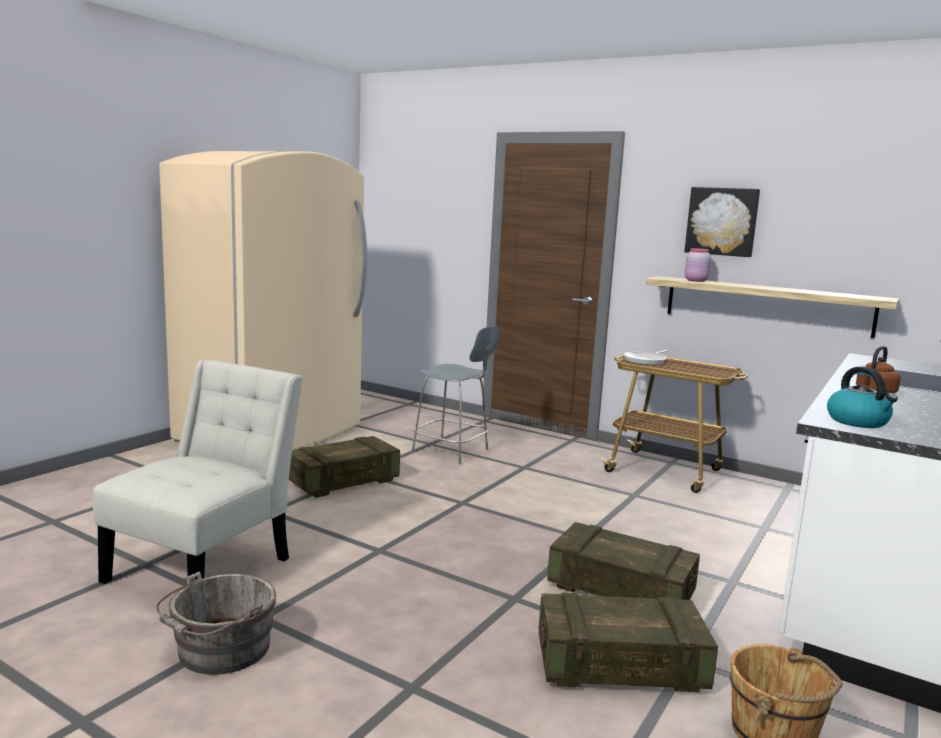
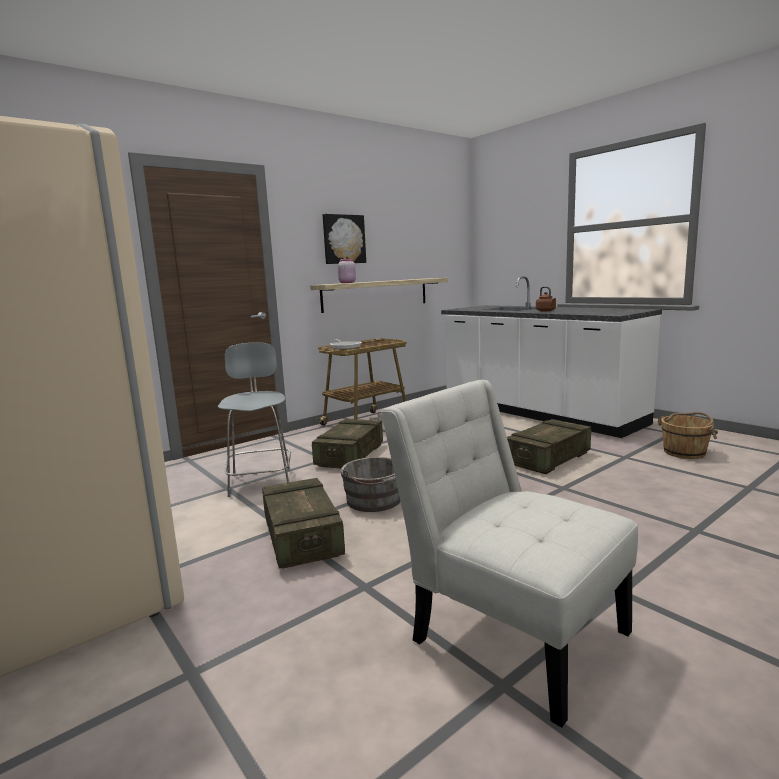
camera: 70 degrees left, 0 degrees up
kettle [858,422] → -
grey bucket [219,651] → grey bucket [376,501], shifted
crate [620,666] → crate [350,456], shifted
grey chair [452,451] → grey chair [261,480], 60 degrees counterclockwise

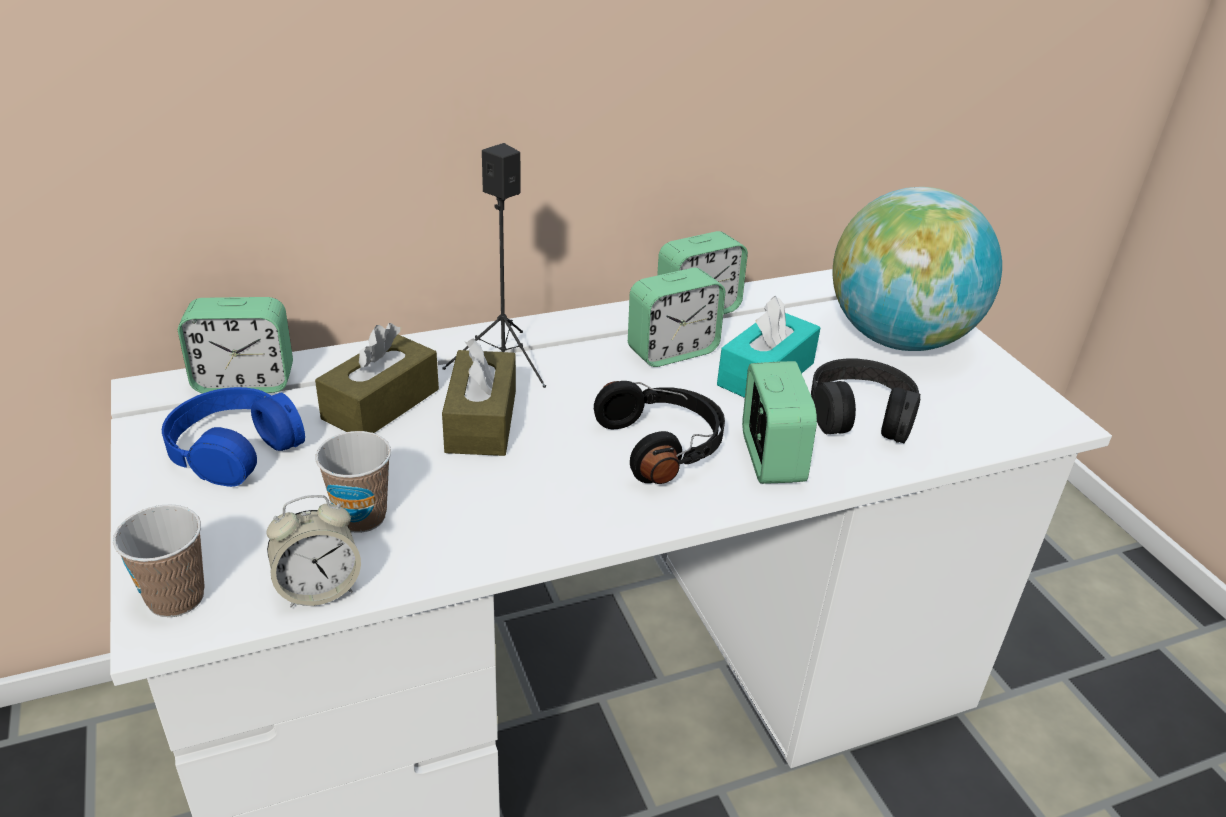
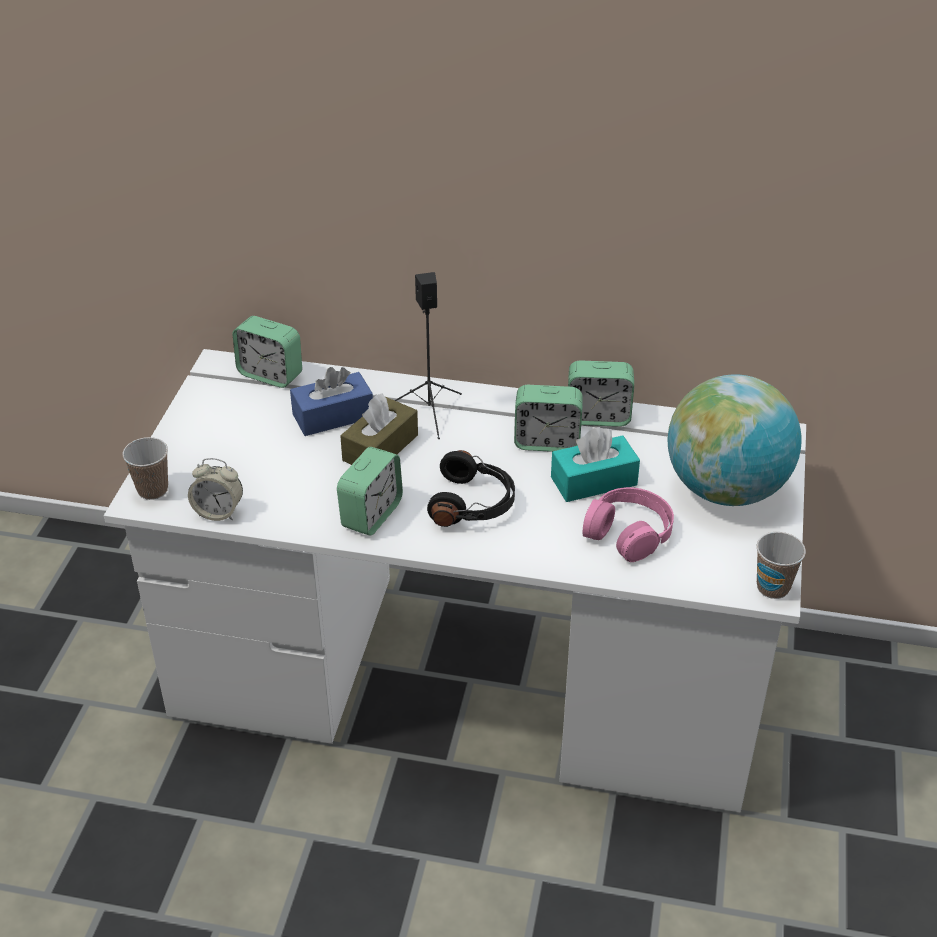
camera: 35 degrees right, 5 degrees up
blue headphones [234,448] → -
cup [361,517] → cup [773,587], shifted
alarm clock [770,458] → alarm clock [371,514], shifted
brown tissue box [381,404] → blue tissue box [333,416]
black headphones [861,413] → pink headphones [628,532]

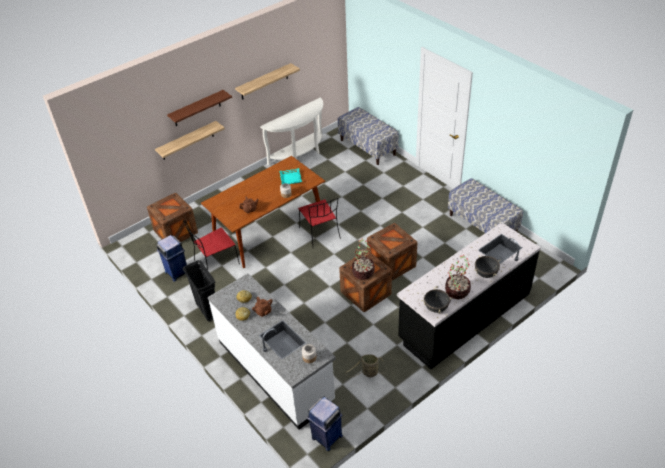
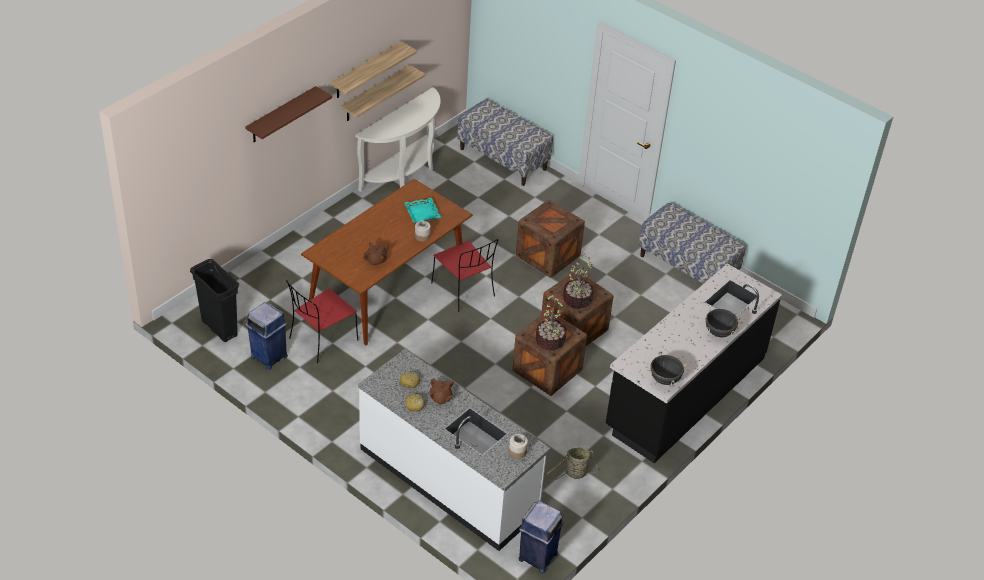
camera: 15 degrees left, 0 degrees up
crate [176,232] → crate [548,256], shifted
shelf [187,141] → shelf [375,94], shifted
black trash can [207,310] → black trash can [220,328], shifted
potted plant [457,291] → potted plant [577,299], shifted

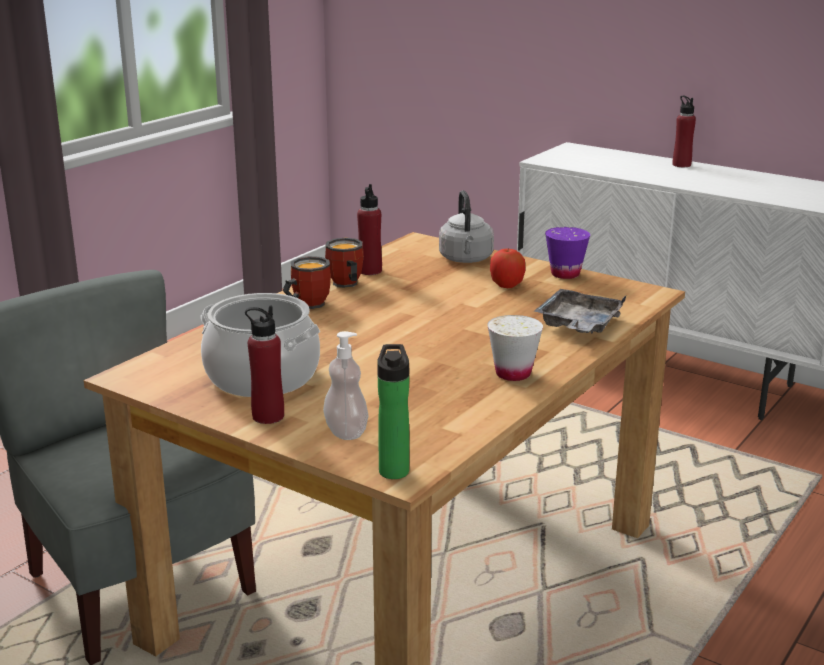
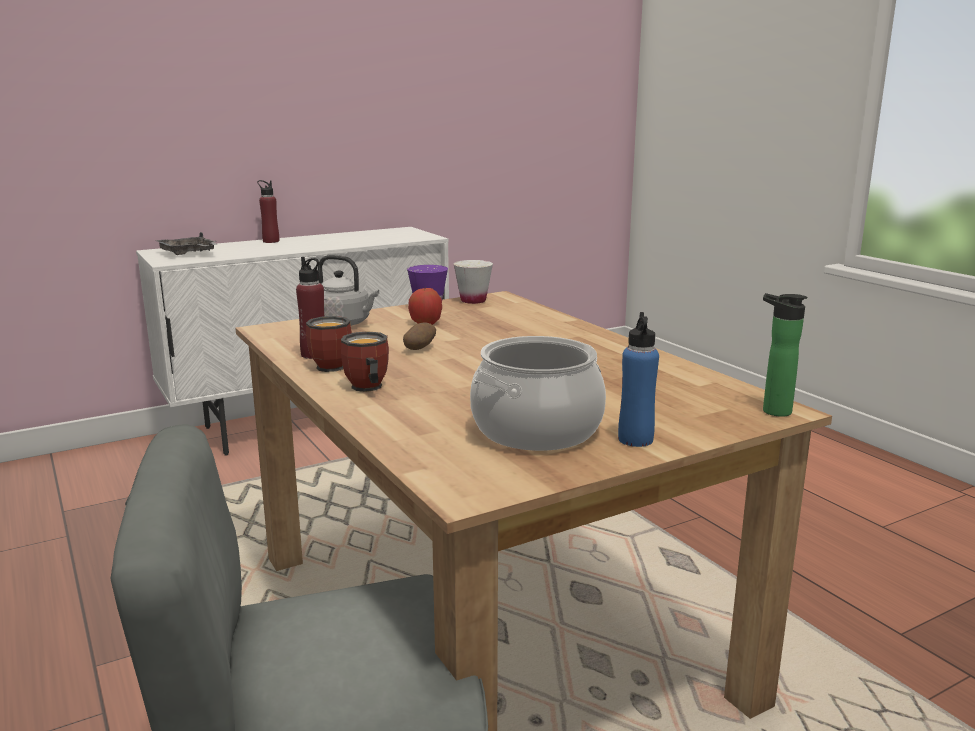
camera: 65 degrees left, 5 degrees down
soap dispenser [346,432] → -
- → potato [419,349]
white cup [513,374] → white cup [473,301], shifted
grey tray [578,325] → grey tray [188,253], shifted
red bottle [268,416] → blue bottle [635,439]

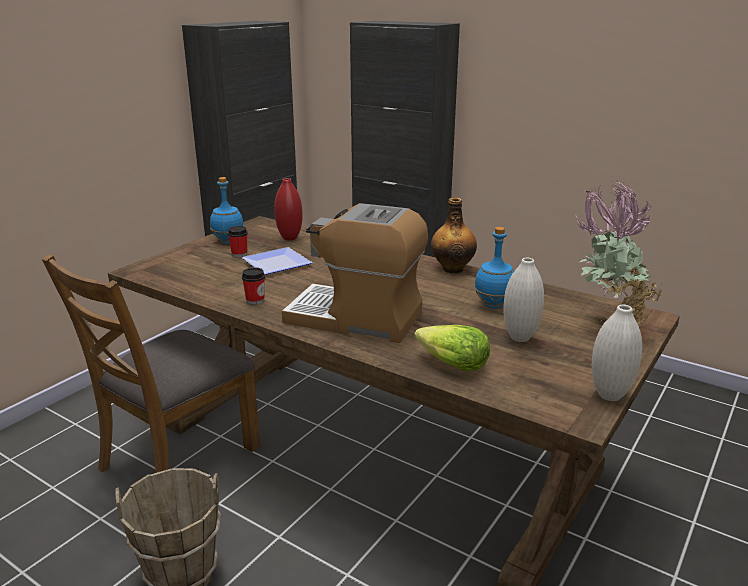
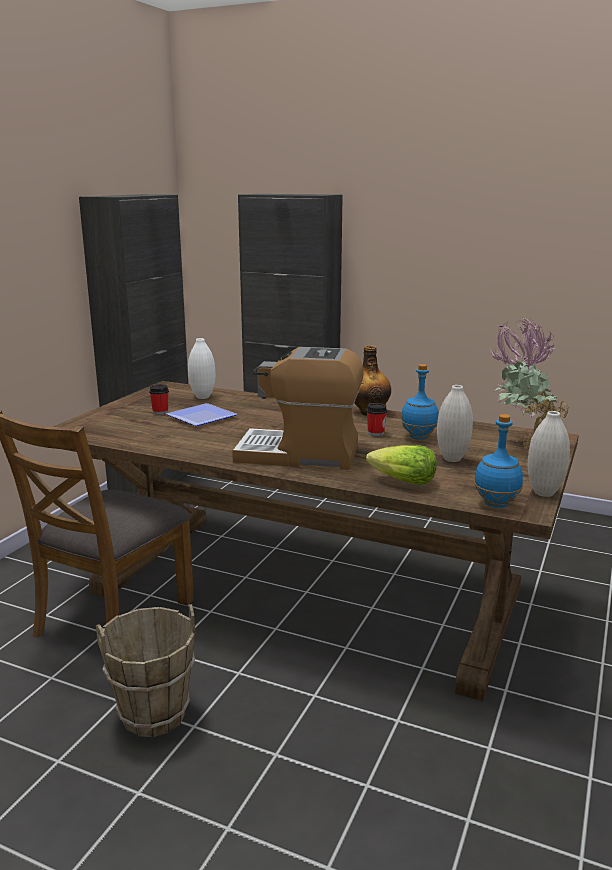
camera: 10 degrees left, 5 degrees down
blue bottle [228,241] → blue bottle [497,504], shifted
cup [255,301] → cup [376,433], shifted
red vase [289,238] → white vase [203,397]

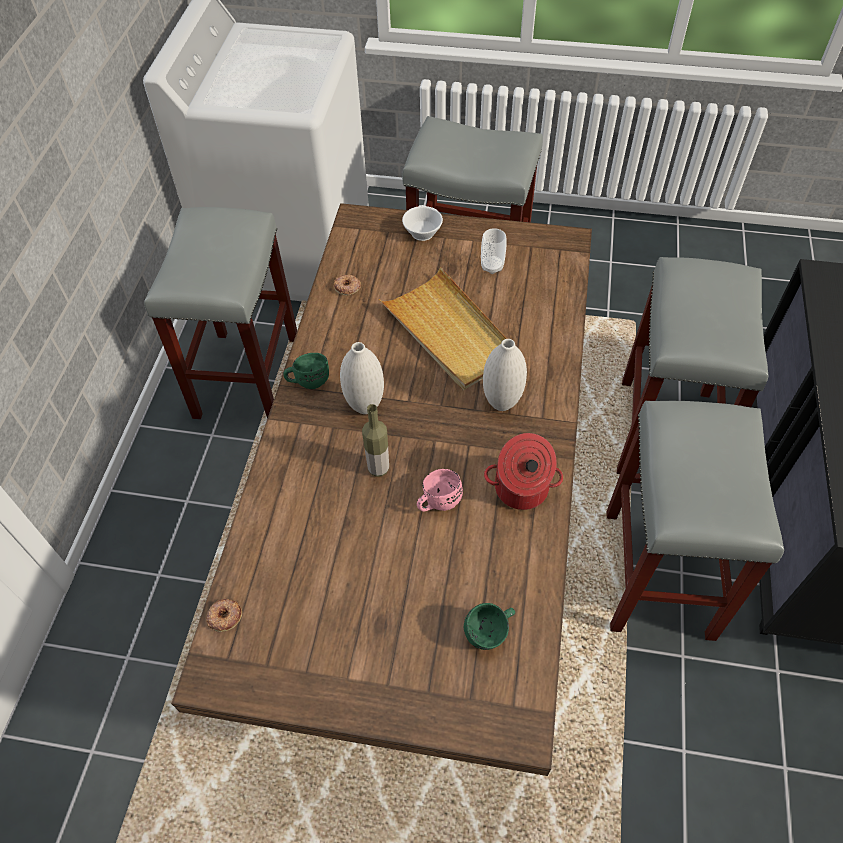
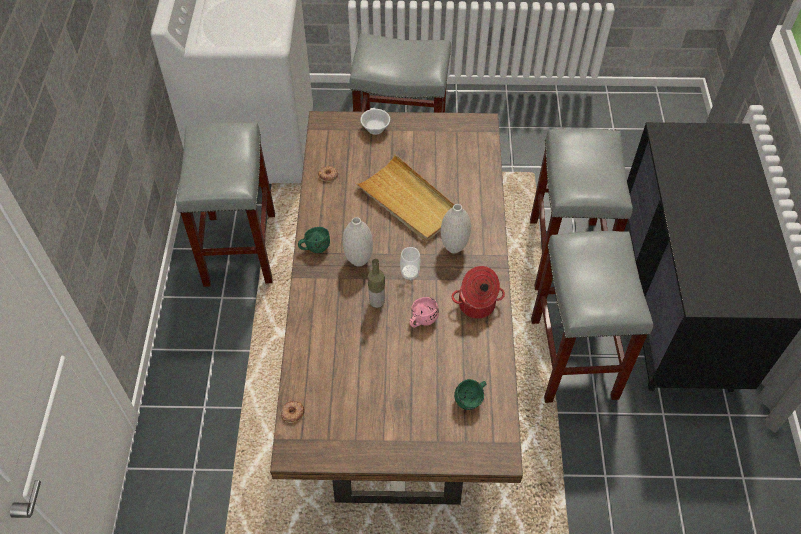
camera: 10 degrees left, 0 degrees up
cup [492,267] → cup [410,273], shifted

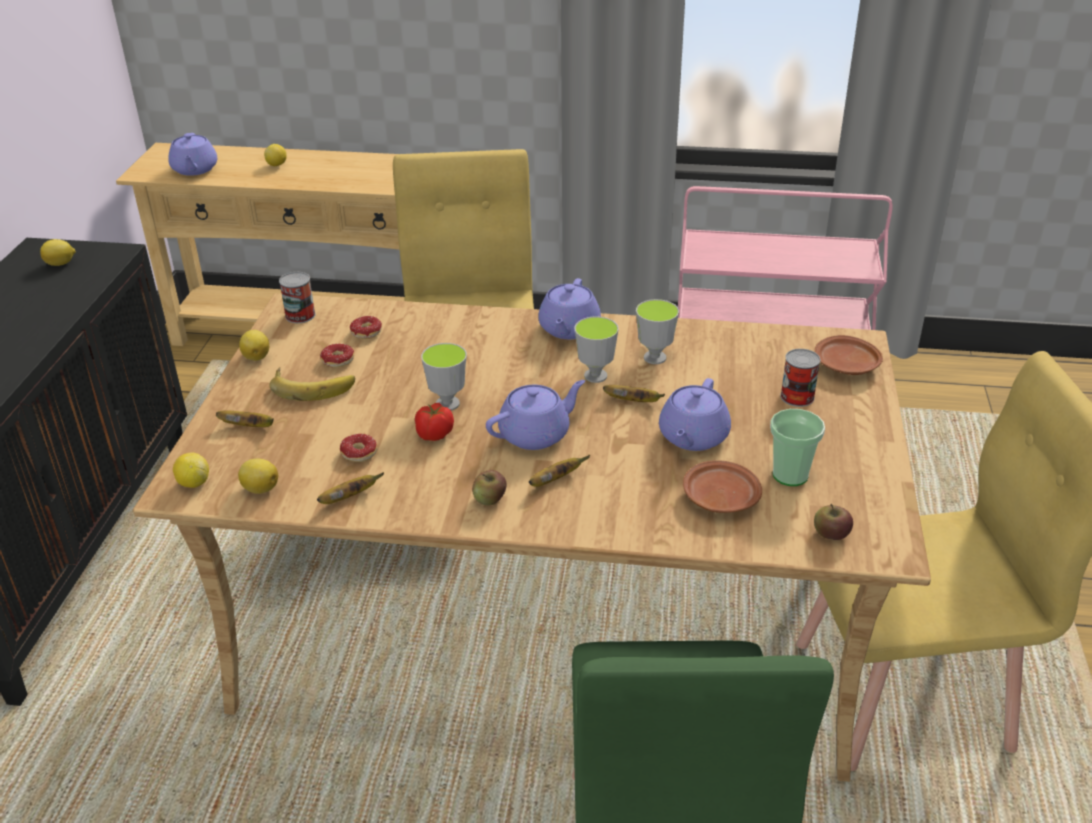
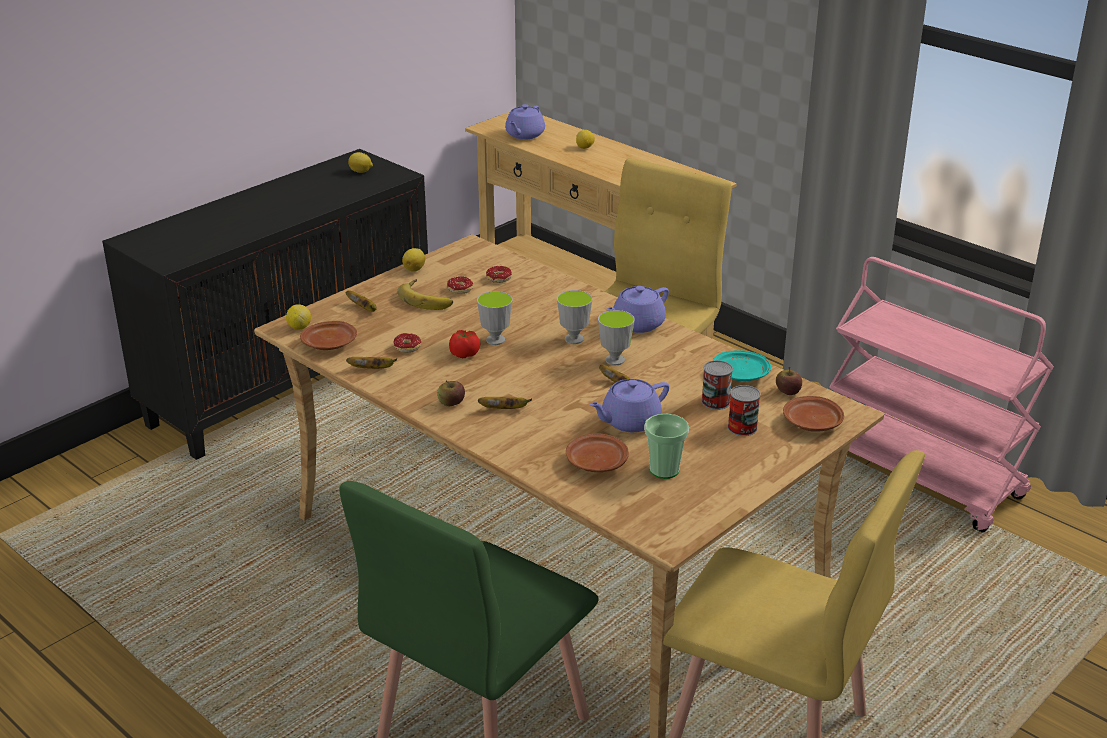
camera: 35 degrees right, 5 degrees down
purple teapot [536,434] → -
- → turquoise plate [741,375]
can [300,315] → can [715,402], shifted
cup [655,358] → cup [574,339], shifted
apple [831,534] → apple [787,392], shifted
lemon [260,488] → brown plate [330,344]

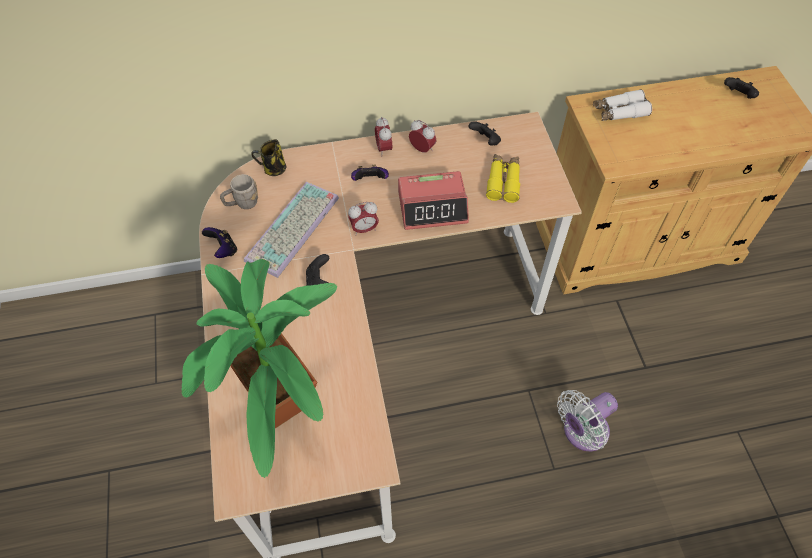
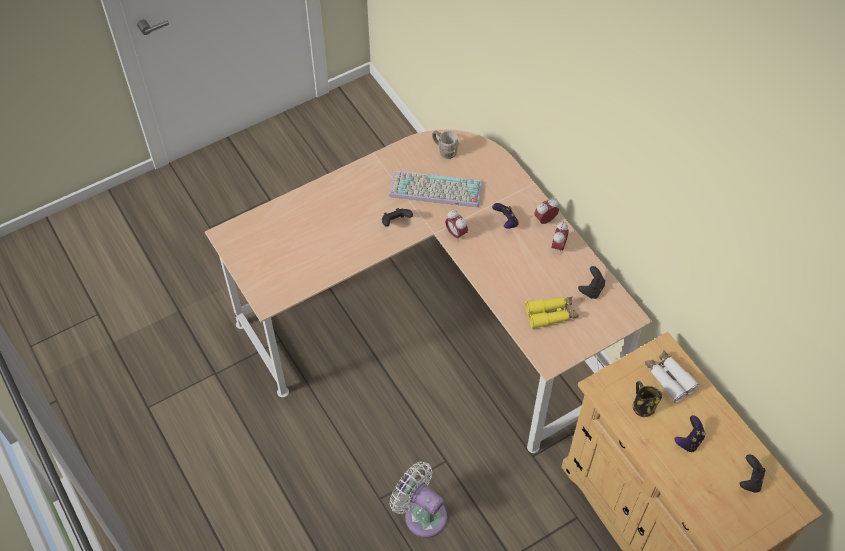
camera: 70 degrees right, 0 degrees up
potted plant [283,415] → -
alarm clock [433,207] → -
game controller [223,250] → game controller [689,440], shifted
mug [273,169] → mug [642,406], shifted

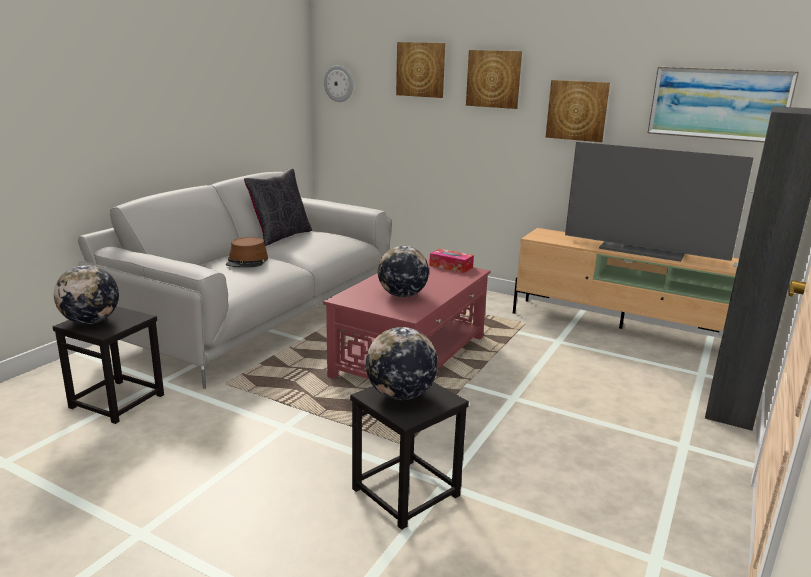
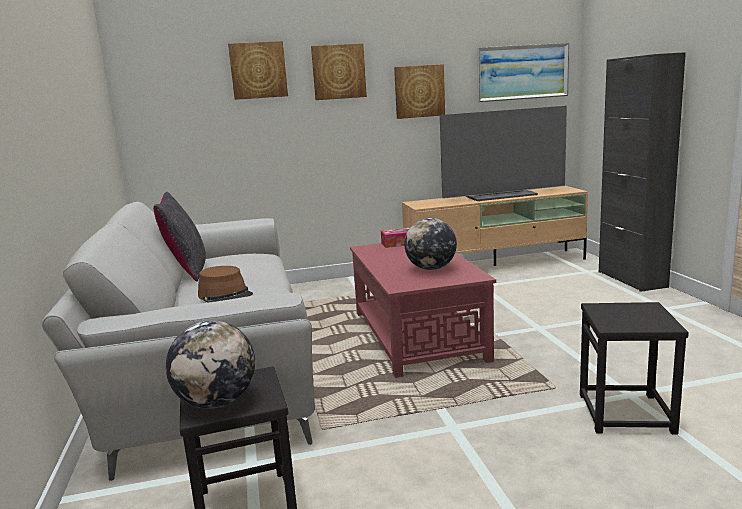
camera: 40 degrees left, 5 degrees down
wall clock [339,83] → -
globe [400,395] → -

